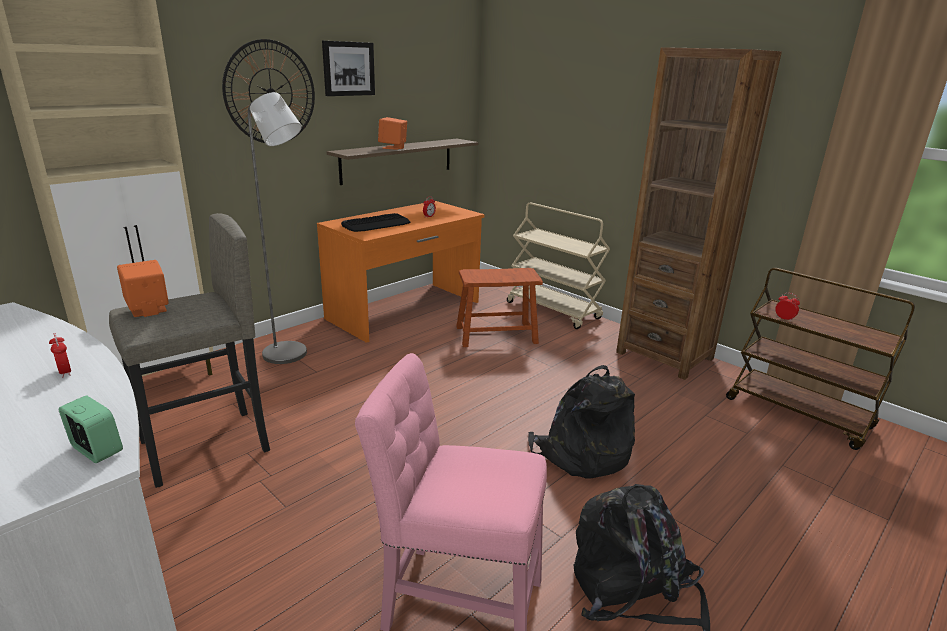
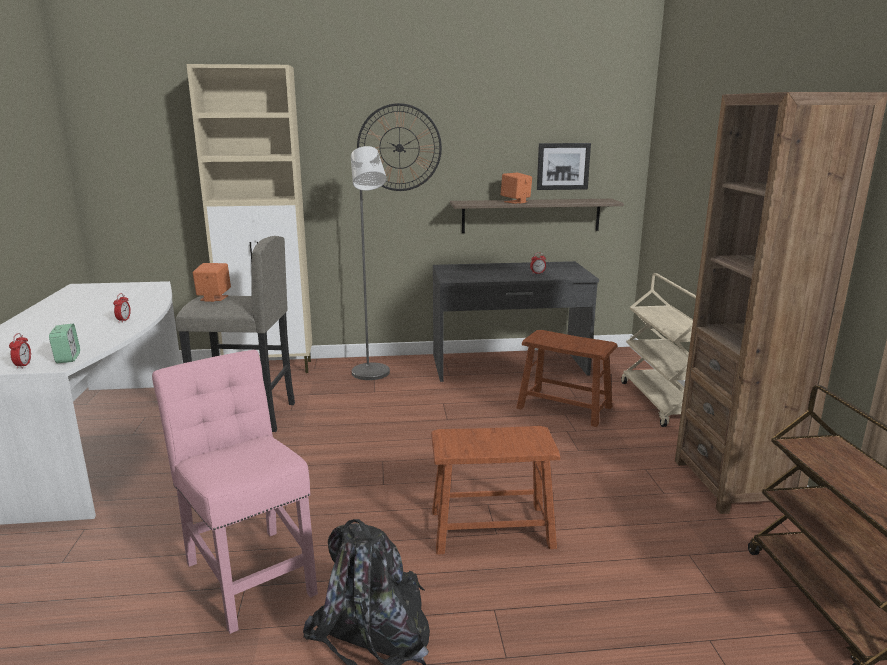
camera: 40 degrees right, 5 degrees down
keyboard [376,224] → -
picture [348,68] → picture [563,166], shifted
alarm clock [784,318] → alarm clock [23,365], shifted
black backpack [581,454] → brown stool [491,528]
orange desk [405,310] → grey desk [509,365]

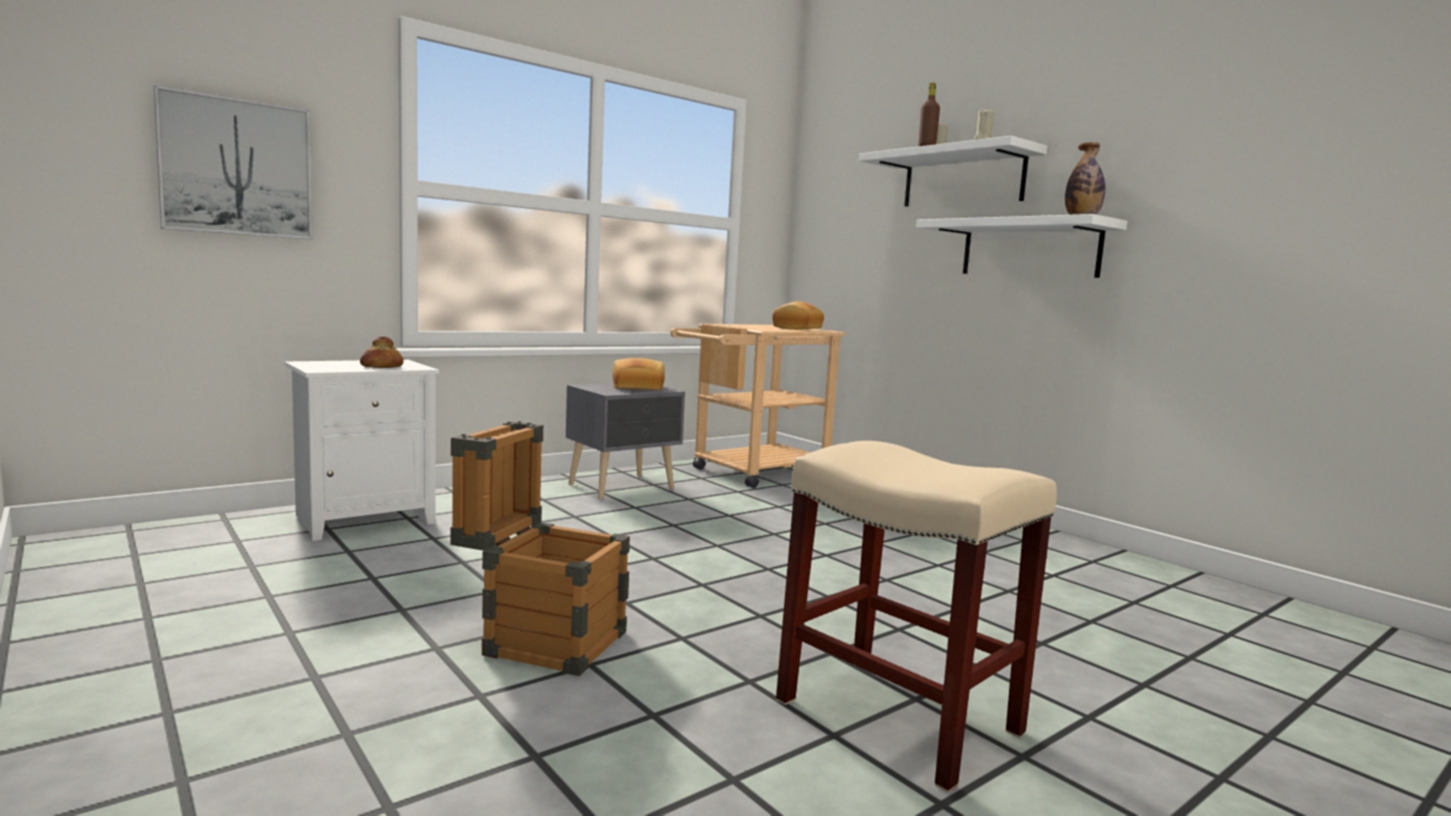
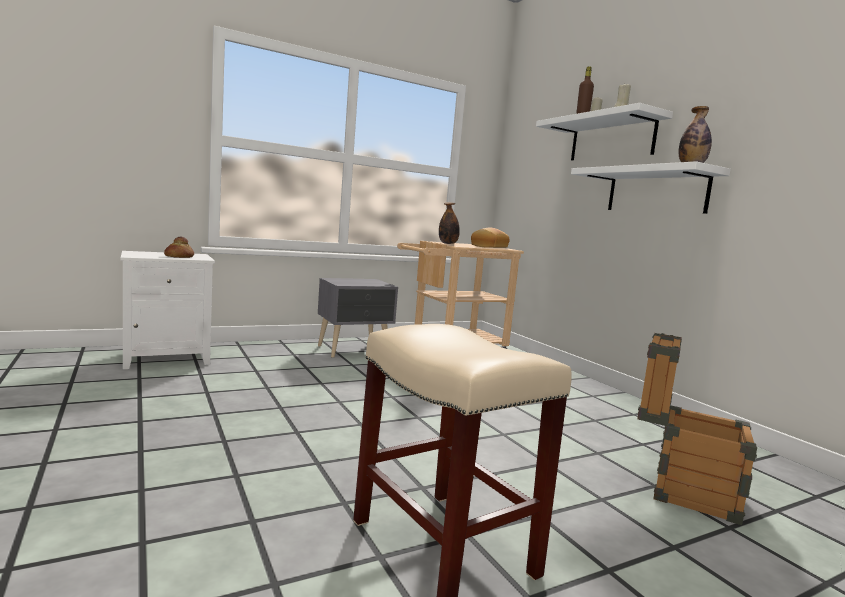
camera: 10 degrees right, 0 degrees up
picture [237,167] → -
bread [638,388] → -
- → bottle [448,243]
crate [541,640] → crate [681,490], shifted

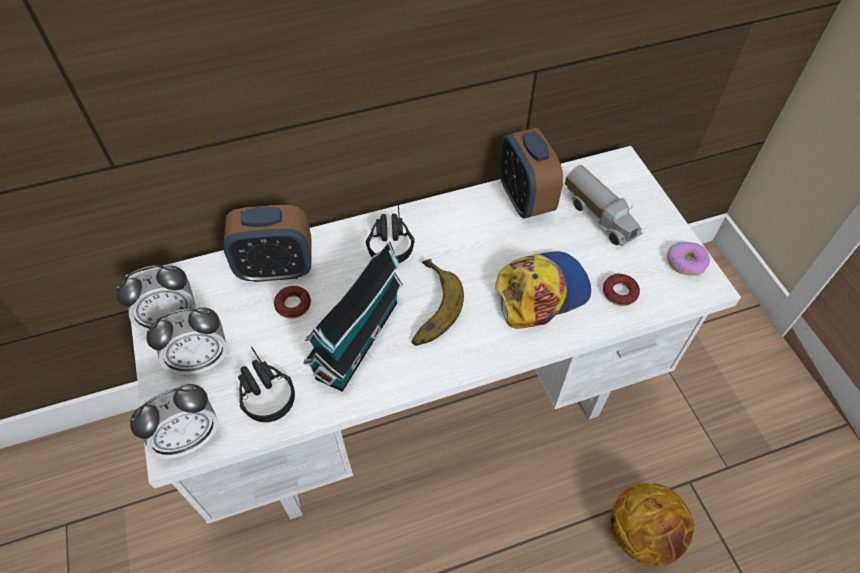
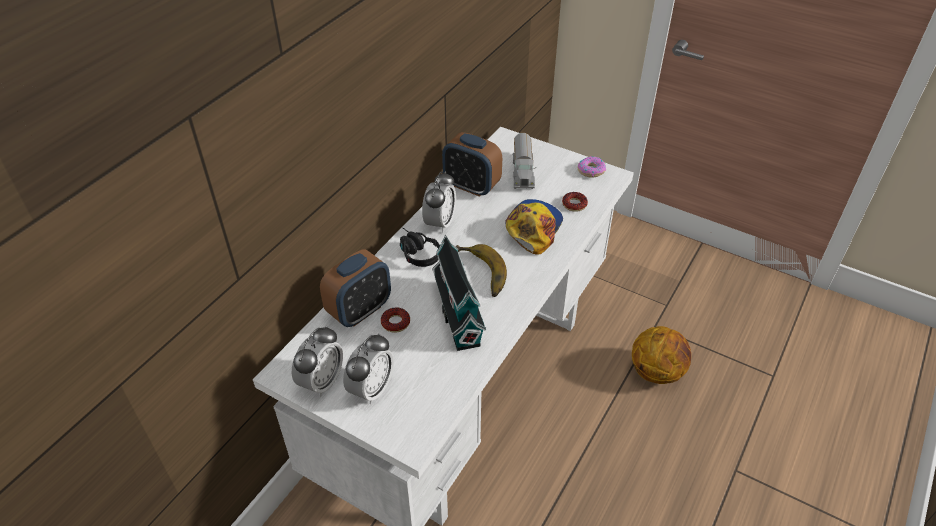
camera: 40 degrees left, 10 degrees down
black headphones [262,389] → -
alarm clock [189,438] → alarm clock [440,223], shifted
toy truck [600,216] → toy truck [523,172], 75 degrees clockwise

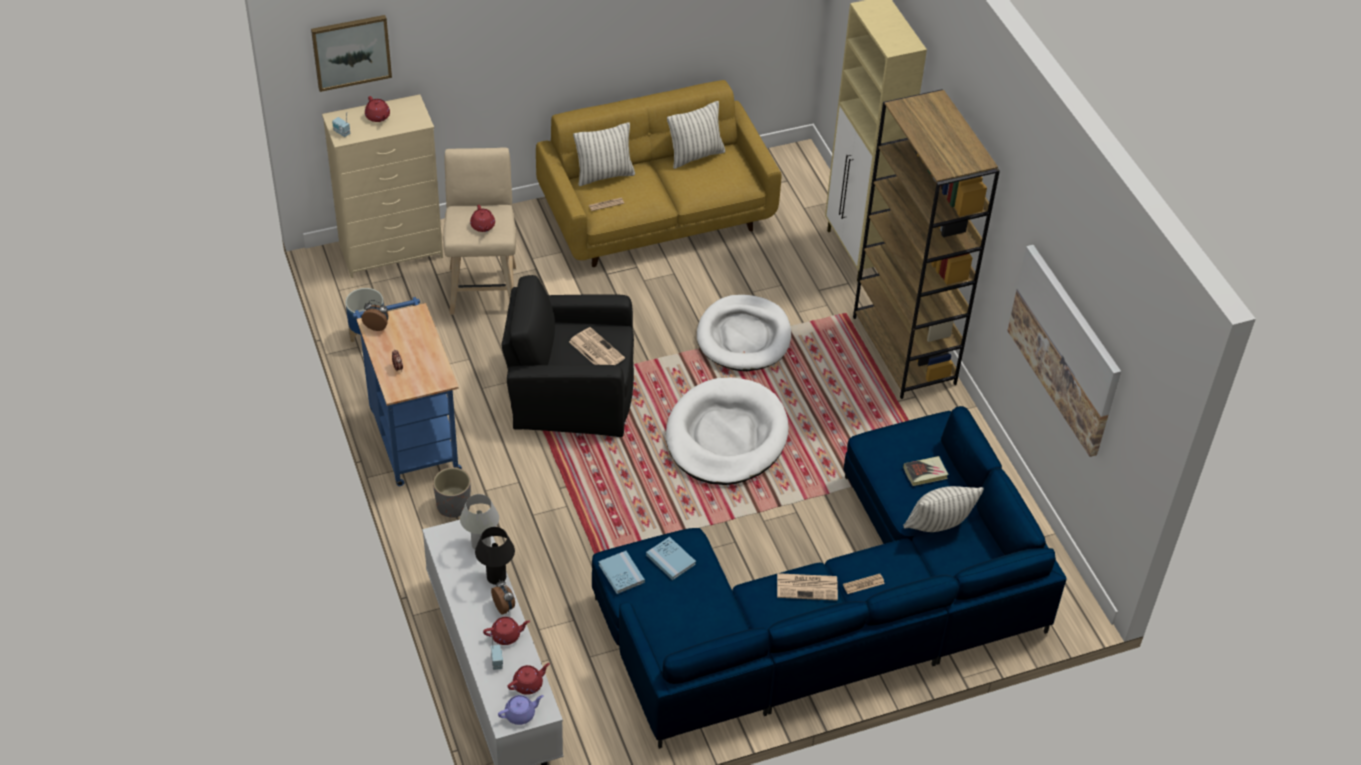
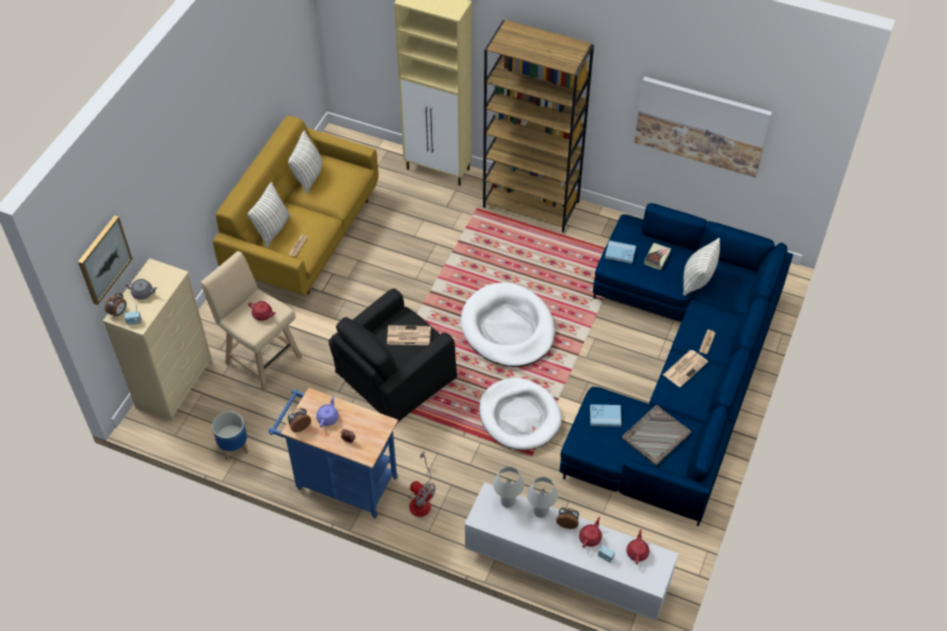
camera: 45 degrees left, 5 degrees up
- → alarm clock [119,312]
- → grey tray [655,436]
purple teapot [520,714] → purple teapot [328,418], shifted
blue book [621,573] → blue book [620,253], shifted
white dog bed [744,337] → white dog bed [519,416], shifted
grey planter [454,505] → fan [420,499]
red teapot [378,117] → grey teapot [143,293]
black table lamp [496,577] → white table lamp [541,511]

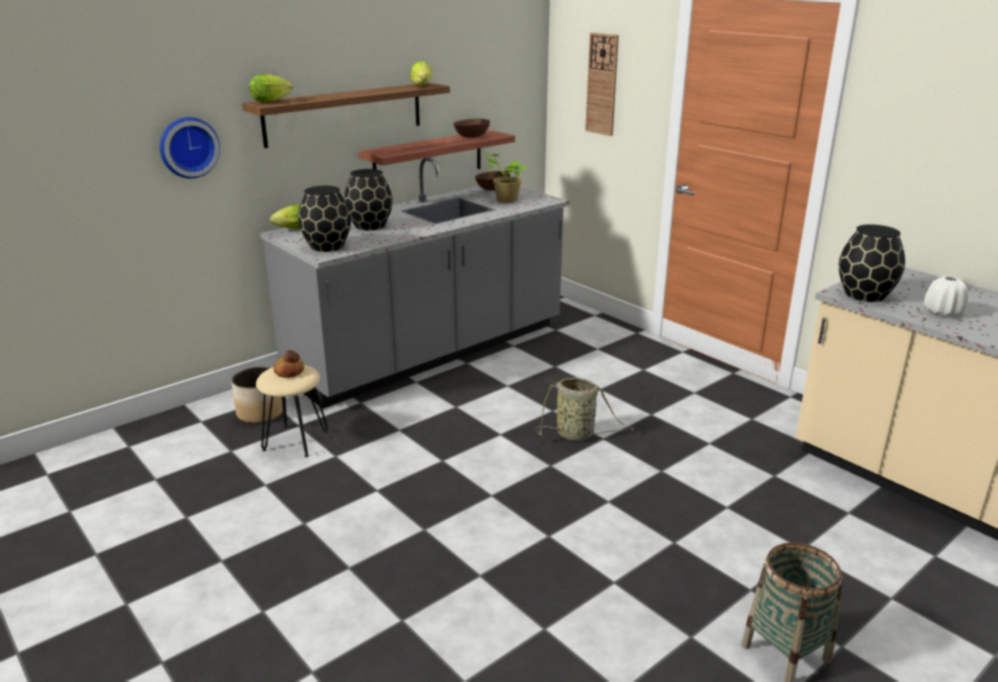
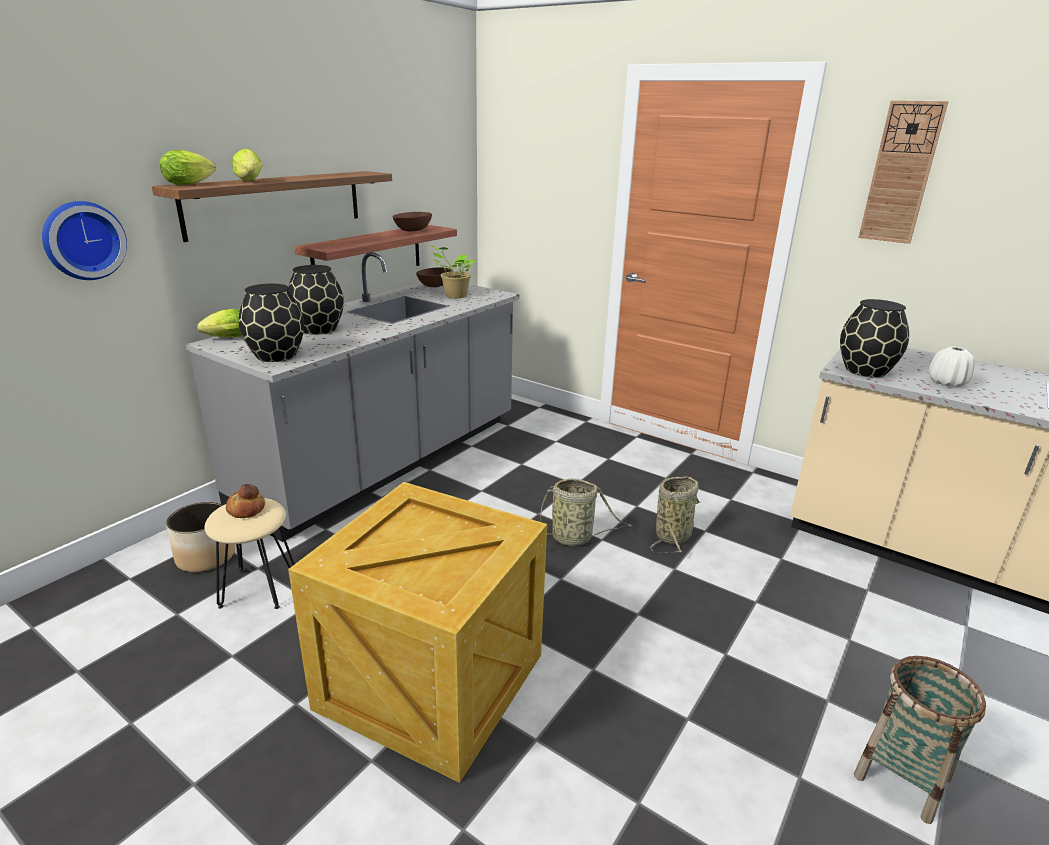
camera: 15 degrees left, 0 degrees up
- → crate [428,681]
- → basket [674,535]
lettuce [422,86] → lettuce [250,181], shifted
wall clock [602,84] → wall clock [901,173], shifted

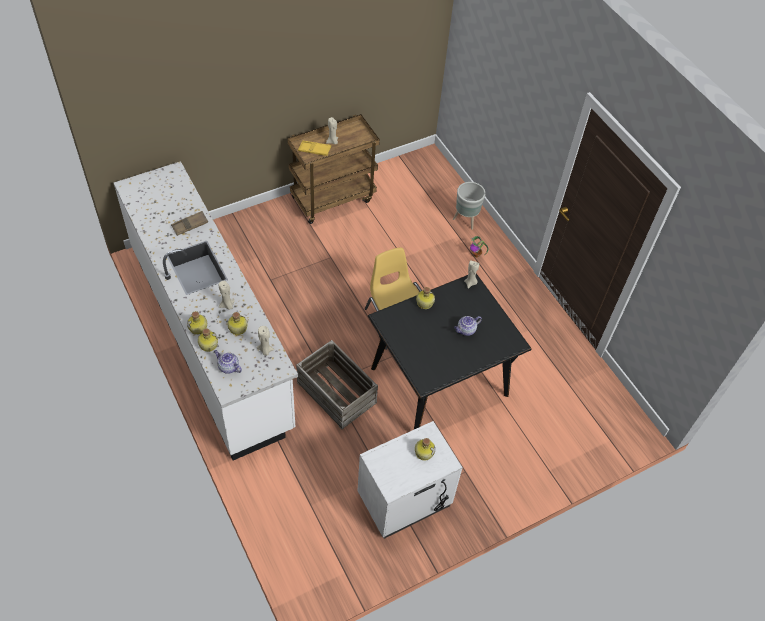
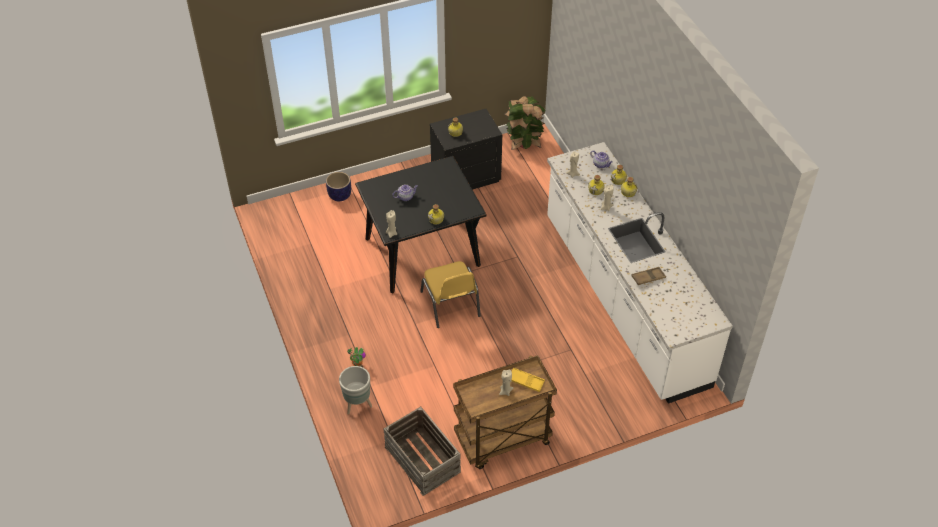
camera: 170 degrees left, 5 degrees down
- → planter [340,195]
- → potted plant [523,143]
crate [336,393] → crate [423,459], shifted
white nightstand [405,501] → black nightstand [465,176]

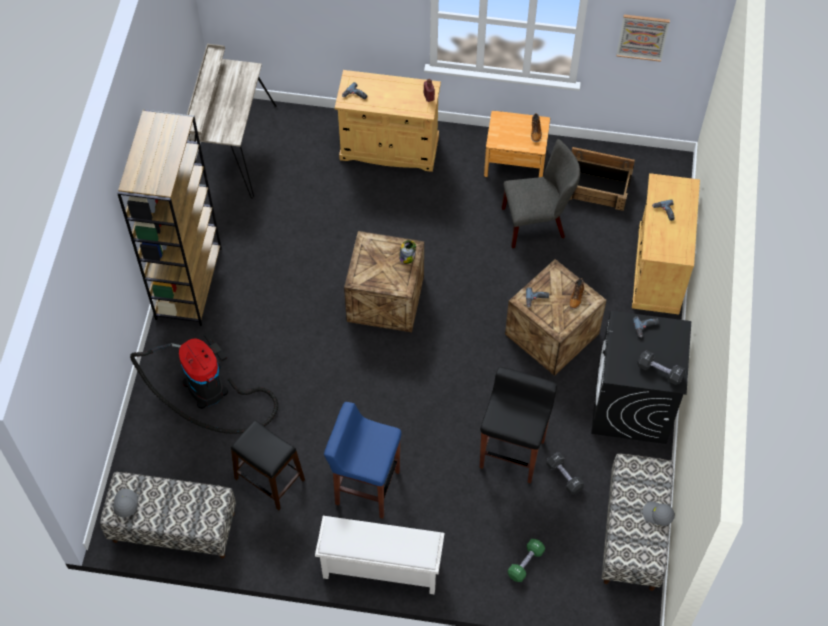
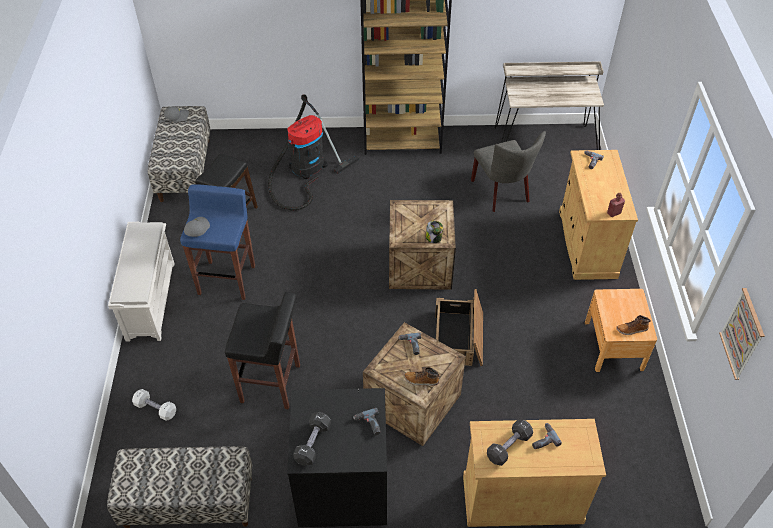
camera: 80 degrees right, 10 degrees down
grey chair [537,222] → grey chair [502,193], shifted
black dumbbell [564,476] → black dumbbell [509,446], shifted
crate [598,185] → crate [459,338], shifted
grey cap [657,515] → grey cap [196,229], shifted
green dumbbell [525,563] → white dumbbell [155,409]

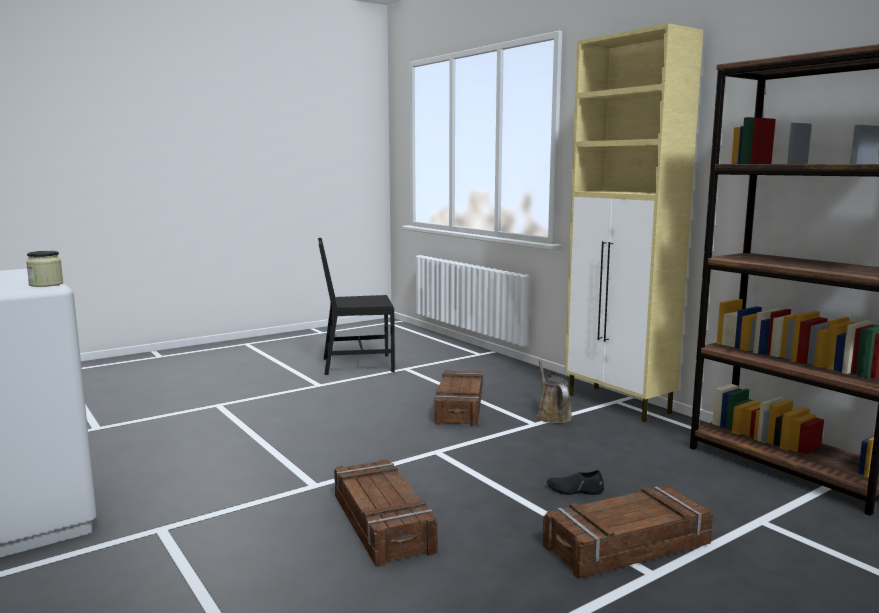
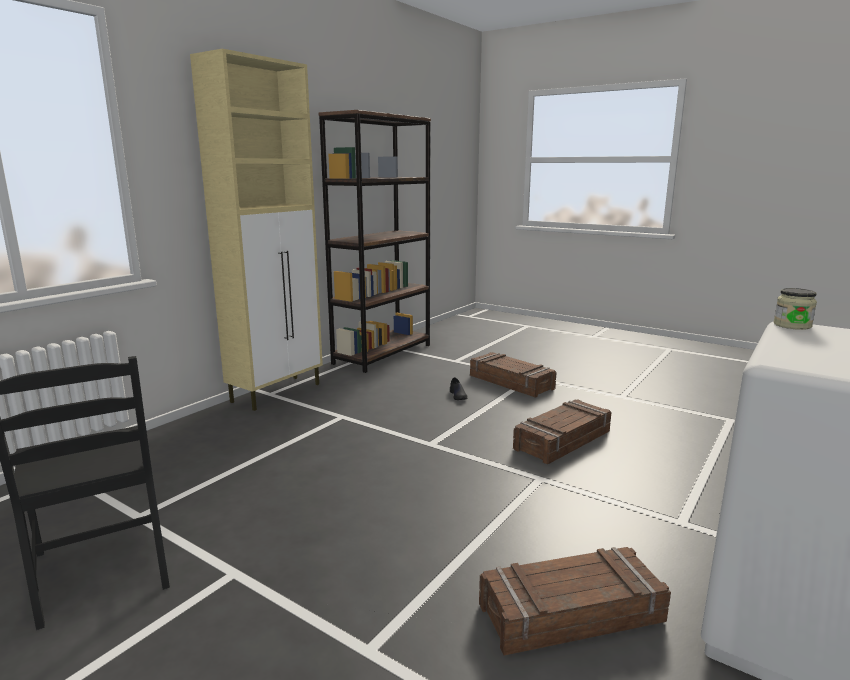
camera: 110 degrees left, 5 degrees up
brown watering can [552,415] → -
crate [460,407] → crate [570,612], shifted

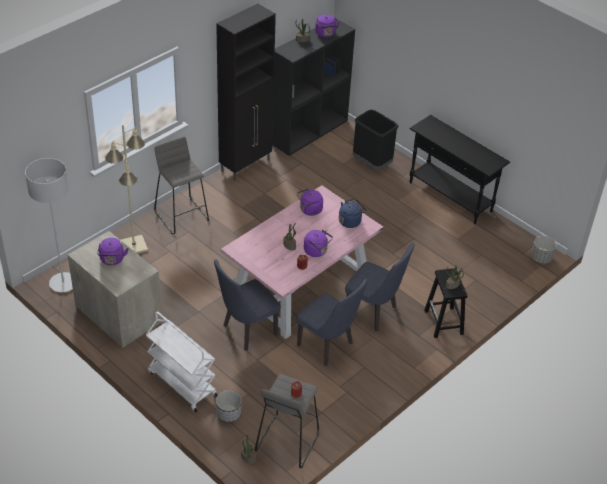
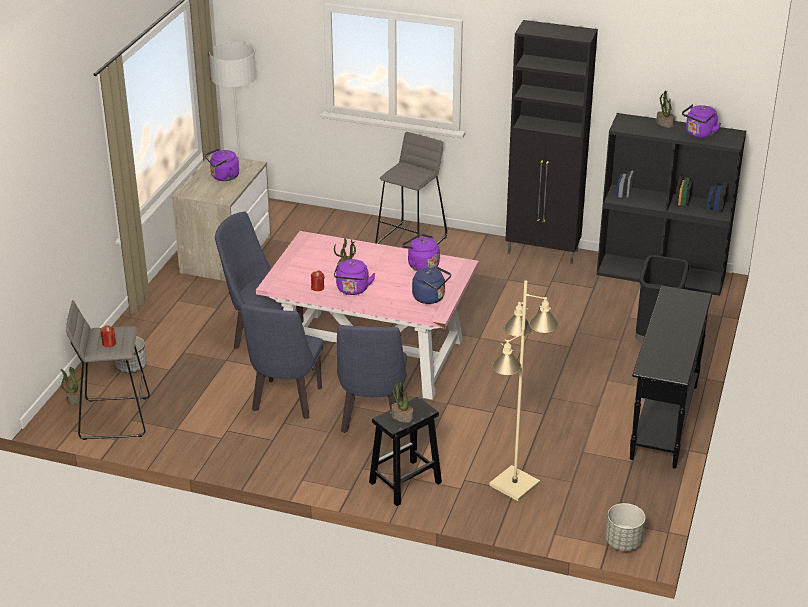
camera: 65 degrees right, 10 degrees down
white cart [181,384] → -
beige floor lamp [134,246] → beige floor lamp [514,485], shifted

